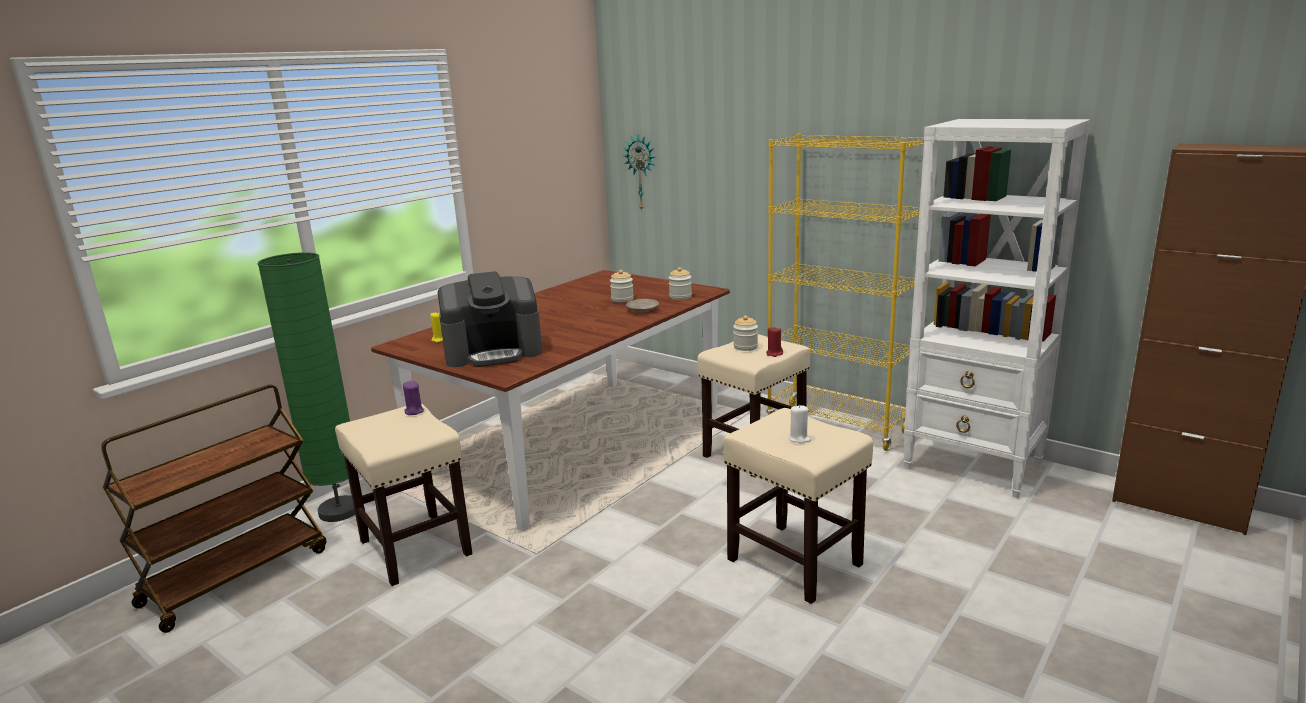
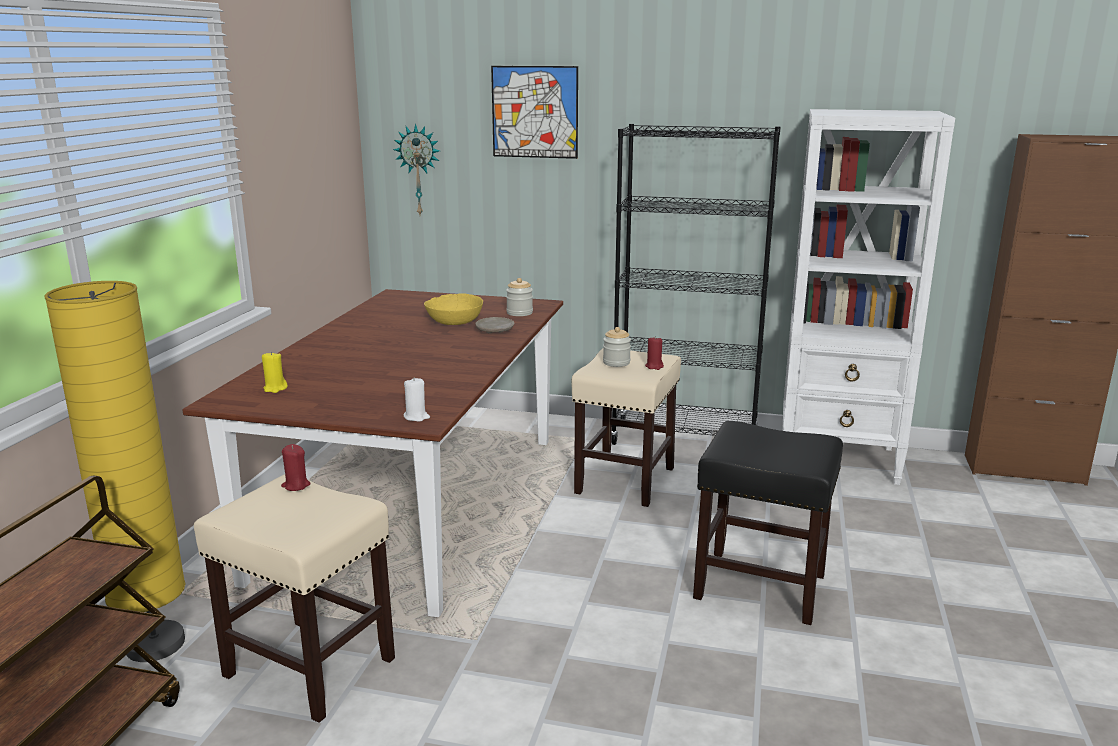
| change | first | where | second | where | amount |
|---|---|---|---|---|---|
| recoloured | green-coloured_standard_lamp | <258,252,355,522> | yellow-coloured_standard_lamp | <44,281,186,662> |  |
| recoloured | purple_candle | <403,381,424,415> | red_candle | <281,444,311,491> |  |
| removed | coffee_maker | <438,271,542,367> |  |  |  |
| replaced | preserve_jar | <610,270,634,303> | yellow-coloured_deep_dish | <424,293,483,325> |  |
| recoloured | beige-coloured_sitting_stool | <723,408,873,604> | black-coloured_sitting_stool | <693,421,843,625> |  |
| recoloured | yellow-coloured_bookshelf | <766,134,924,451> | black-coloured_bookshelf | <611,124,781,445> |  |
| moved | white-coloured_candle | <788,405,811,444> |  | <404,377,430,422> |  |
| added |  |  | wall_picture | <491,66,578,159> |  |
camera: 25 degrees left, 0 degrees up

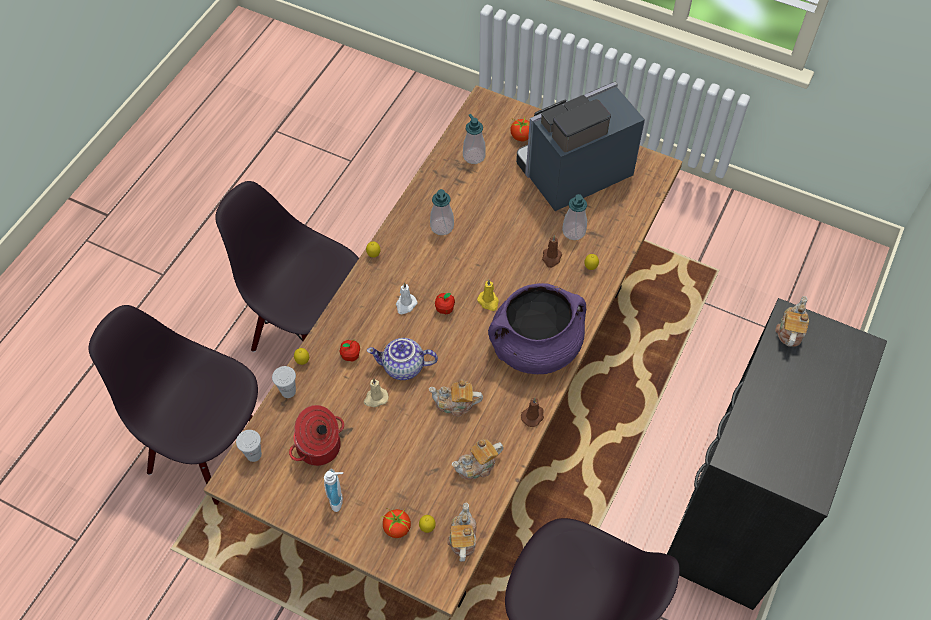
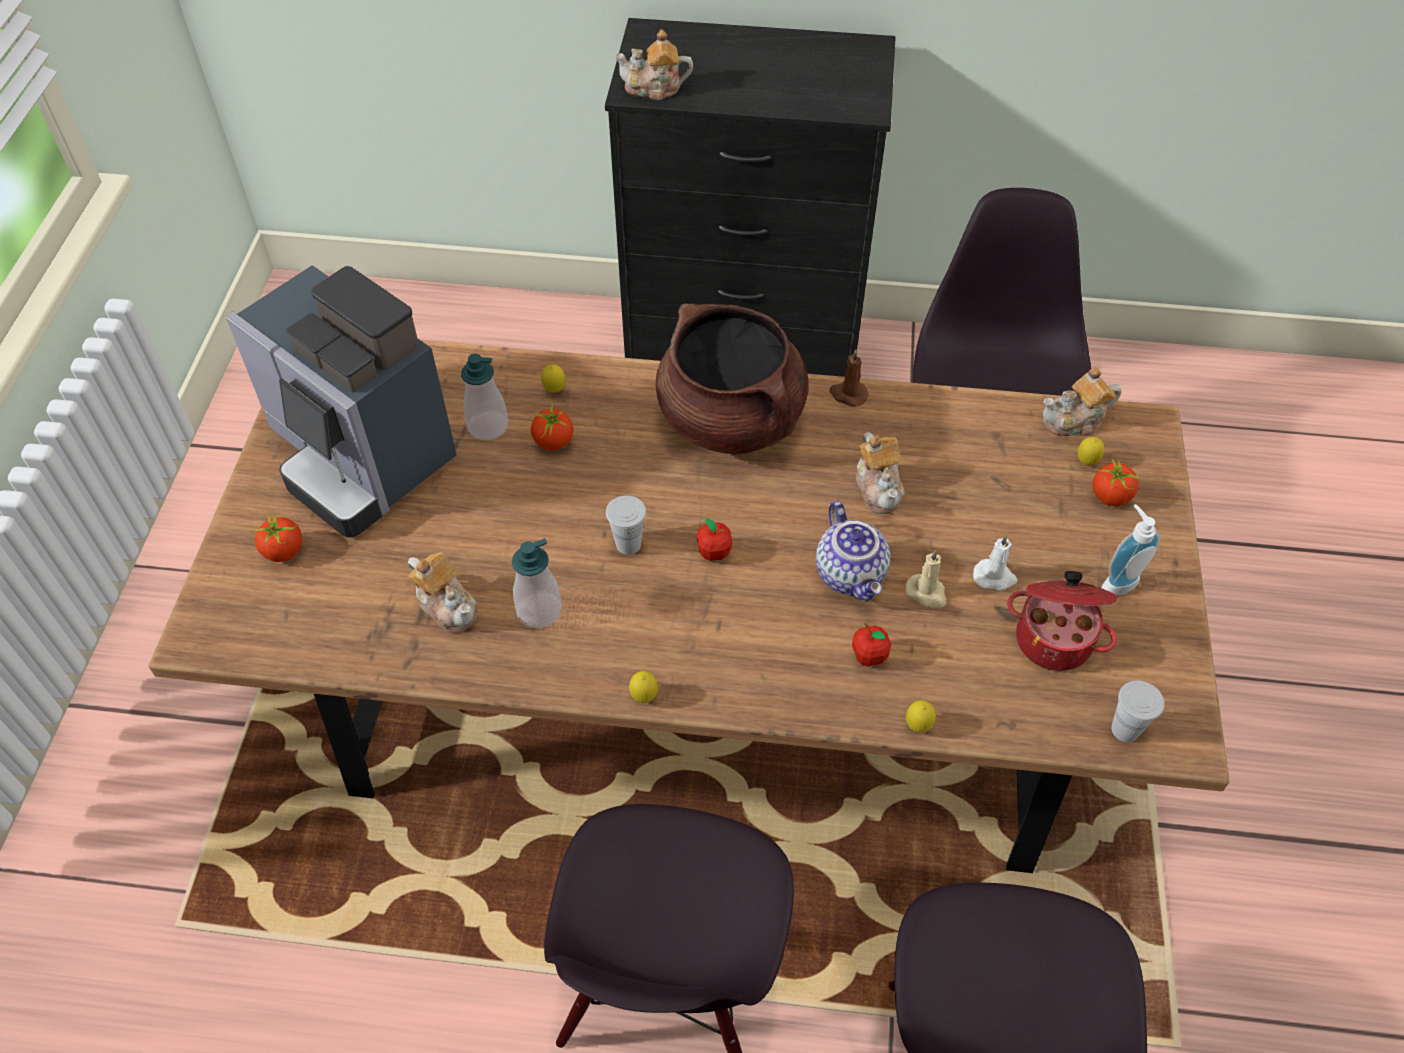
| change | first | where | second | where | amount |
|---|---|---|---|---|---|
| moved | white-coloured_drinking_cup | <272,366,296,398> |  | <606,495,646,555> |  |
| moved | white-coloured_candle | <396,283,417,314> |  | <973,534,1017,591> |  |
| moved | pot_for_tea | <452,439,504,480> |  | <408,552,477,633> |  |
| removed | soap_bottle | <463,114,486,164> |  |  |  |
| removed | yellow-coloured_candle | <477,280,499,311> |  |  |  |
| recoloured | purple_cooking_pot | <488,283,586,374> | brown_cooking_pot | <656,304,809,455> |  |
| replaced | brown_candle | <542,235,562,268> | tomato | <530,399,574,450> |  |
camera: 110 degrees left, 5 degrees down

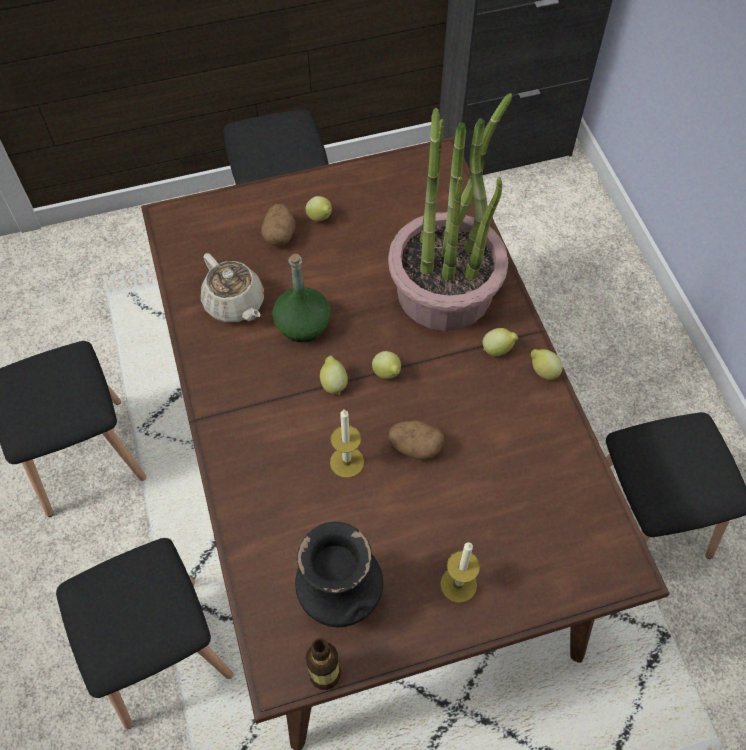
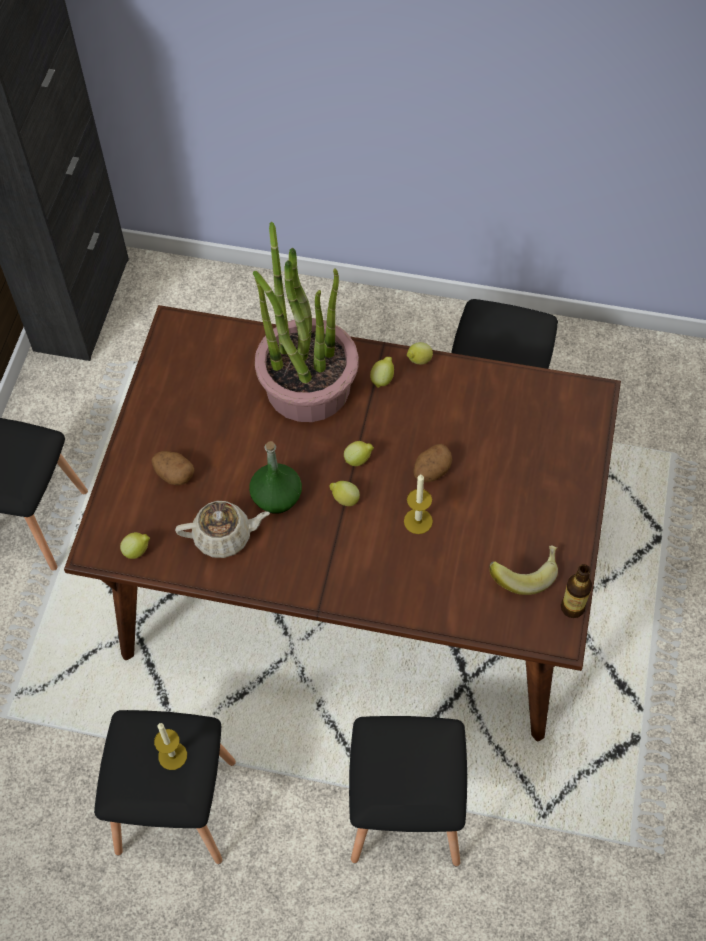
| change | first | where | second | where | amount |
|---|---|---|---|---|---|
| replaced | black-coloured_decorative_vase | <295,522,383,627> | banana_fruit | <489,545,558,595> |  |
| moved | lemon | <305,196,332,221> |  | <120,532,150,559> |  |
| moved | candle | <440,542,480,603> |  | <154,723,187,770> |  |
camera: 60 degrees left, 0 degrees up

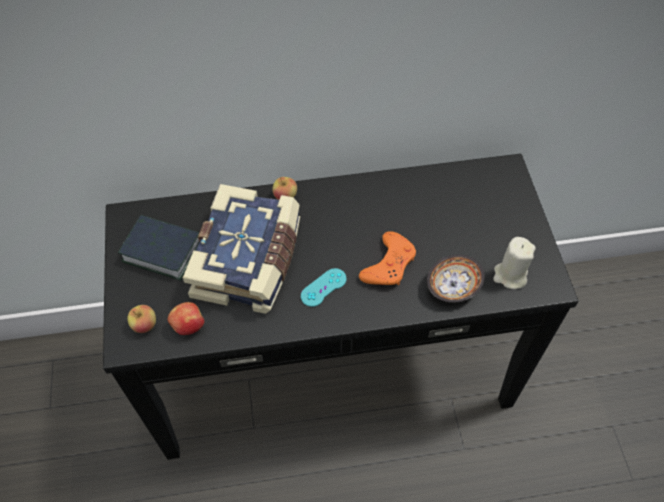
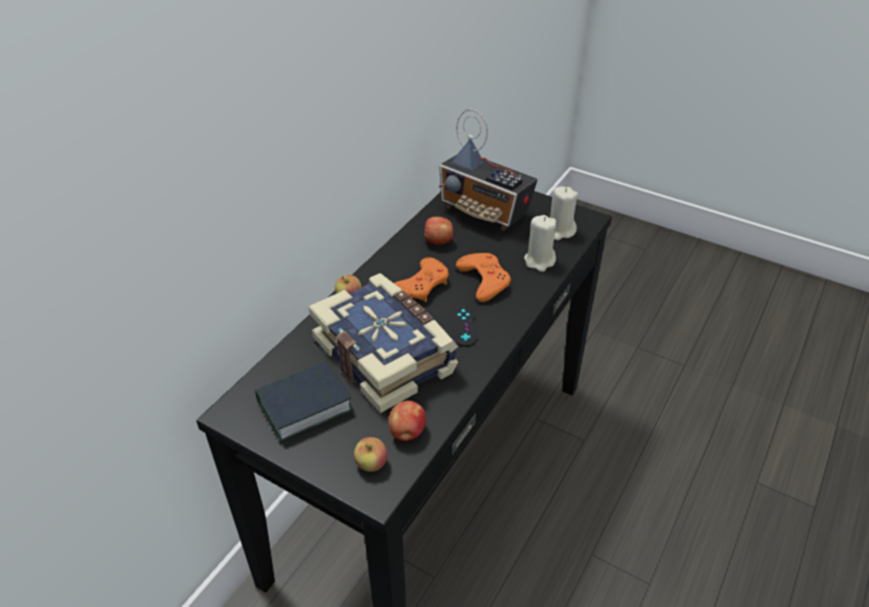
| change | first | where | second | where | amount |
|---|---|---|---|---|---|
| recoloured | turquoise_gamepad | <300,268,347,307> | black-coloured_gamepad | <452,307,478,347> |  |
| replaced | deep_dish | <427,254,485,303> | beige-coloured_candle | <524,215,556,272> |  |
| added |  |  | orange_gamepad | <394,257,449,302> |  |
| added |  |  | apple_fruit | <424,217,453,245> |  |
| added |  |  | radio | <439,109,538,231> |  |
camera: 50 degrees left, 15 degrees down

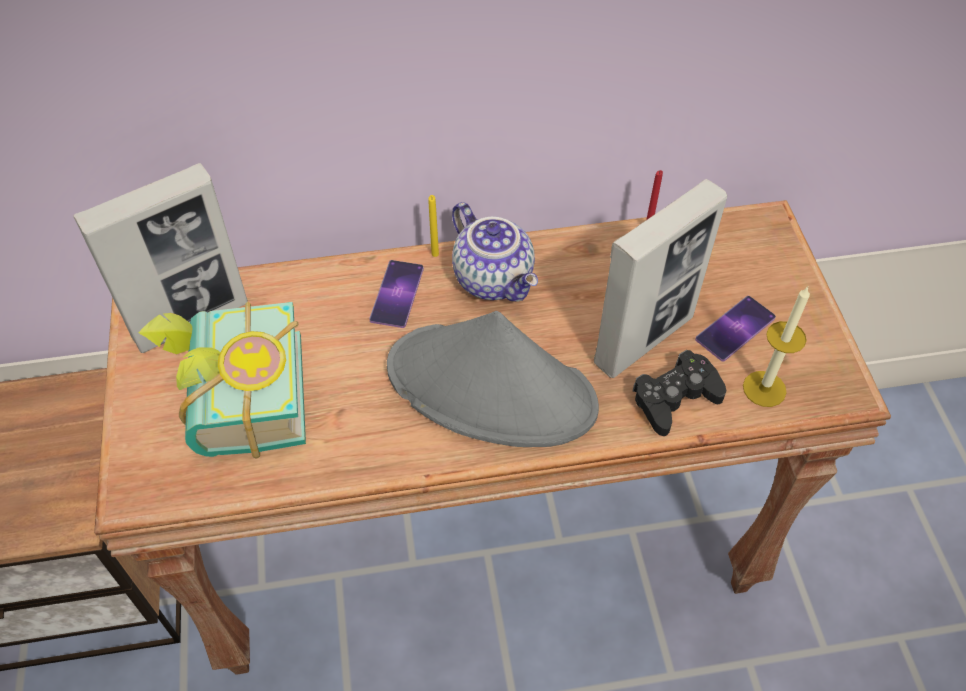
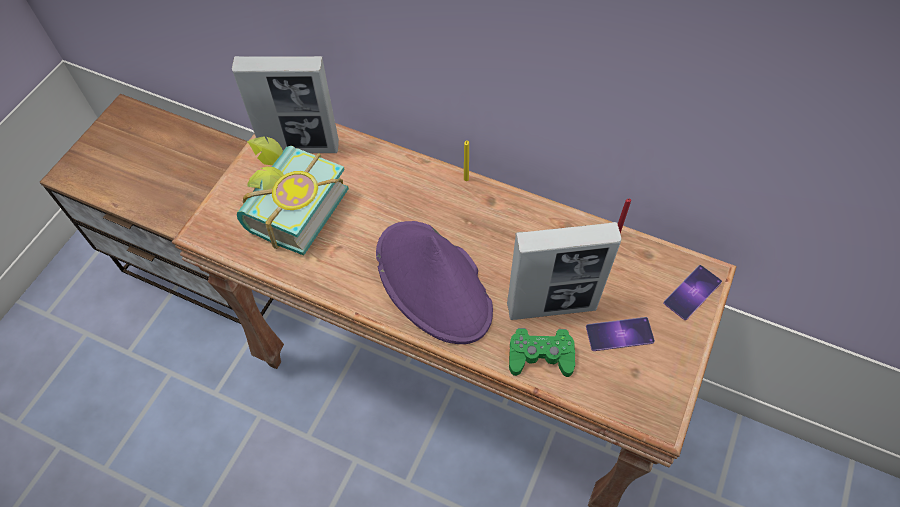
| change | first | where | second | where | amount |
|---|---|---|---|---|---|
| moved | handset | <369,260,424,328> |  | <663,265,722,320> |  |
| recoloured | grey_hat | <387,311,599,447> | purple_hat | <376,221,493,344> |  |
| removed | pot_for_tea | <452,202,538,302> |  |  |  |
| recoloured | black-coloured_gamepad | <632,350,726,436> | green-coloured_gamepad | <509,328,575,377> |  |
| removed | candle | <743,286,810,407> |  |  |  |
camera: 35 degrees right, 5 degrees up

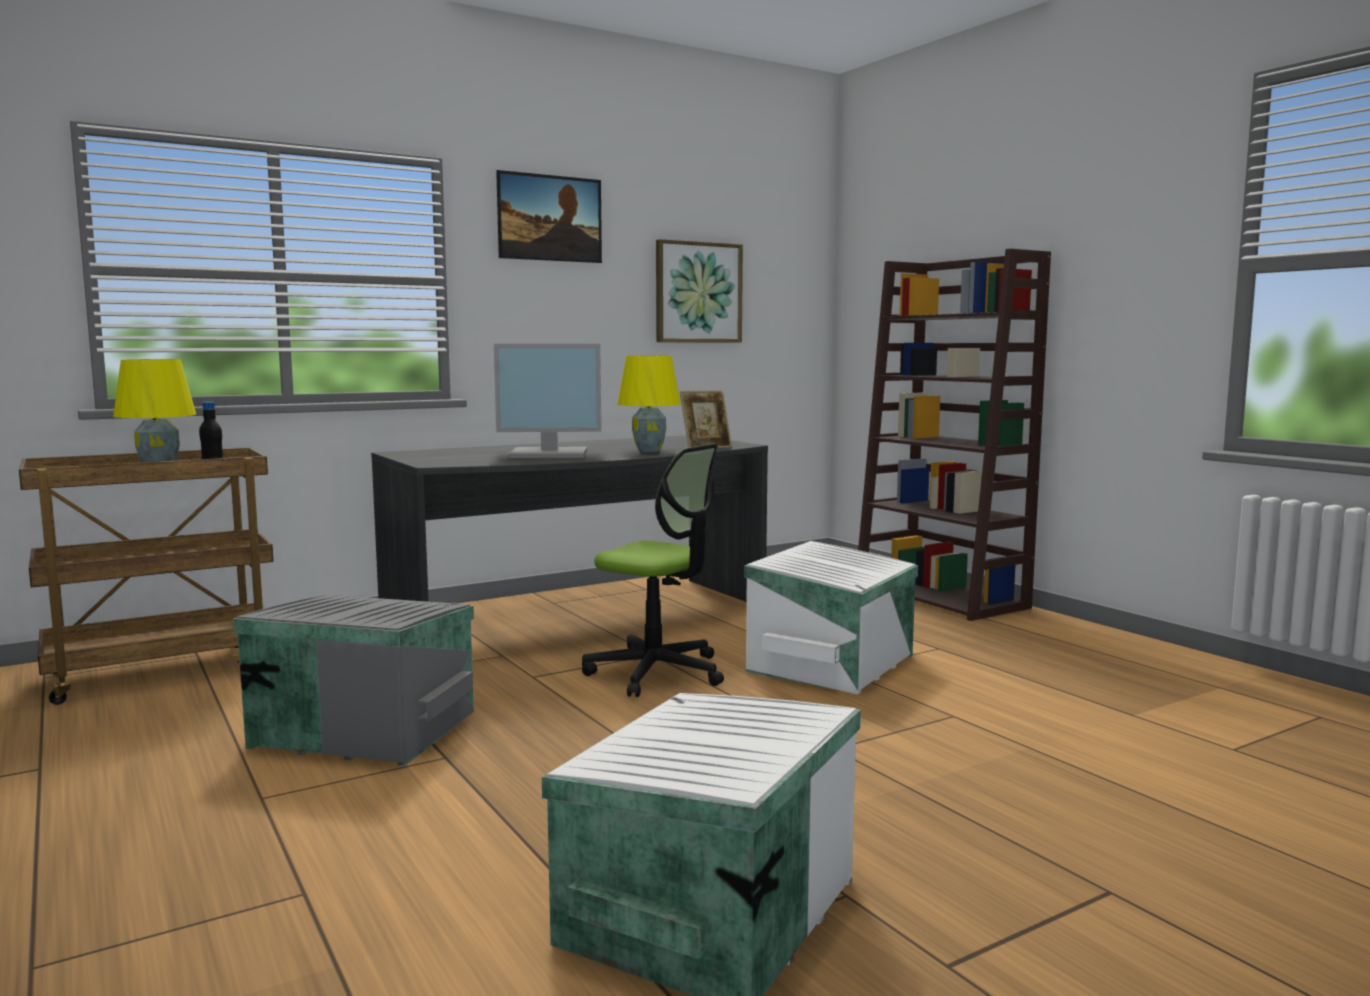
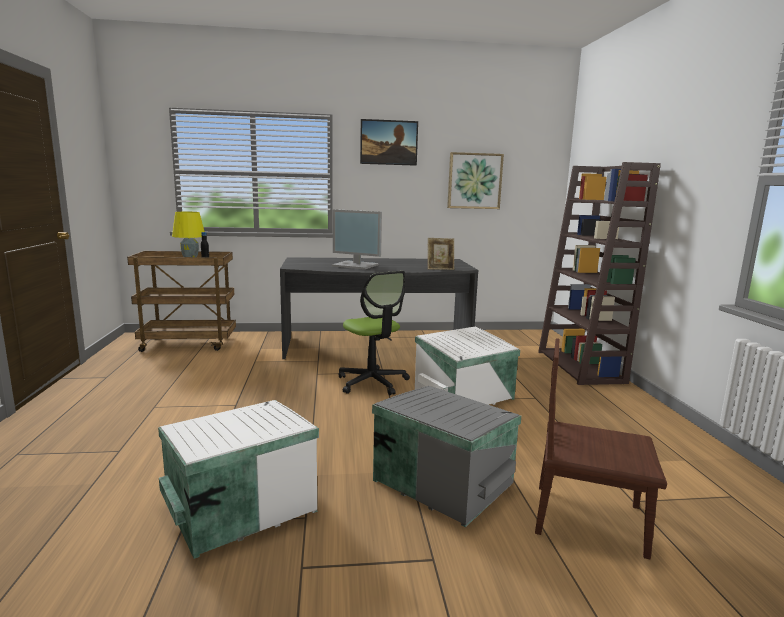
| change | first | where | second | where | amount |
|---|---|---|---|---|---|
| moved | grey_storage_container | <233,595,474,766> |  | <372,386,521,527> |  |
| removed | yellow-coloured_lamp_for_a_table | <618,356,681,452> |  |  |  |
| added |  |  | brown_upright_chair | <535,338,667,560> |  |
camera: 25 degrees right, 5 degrees up

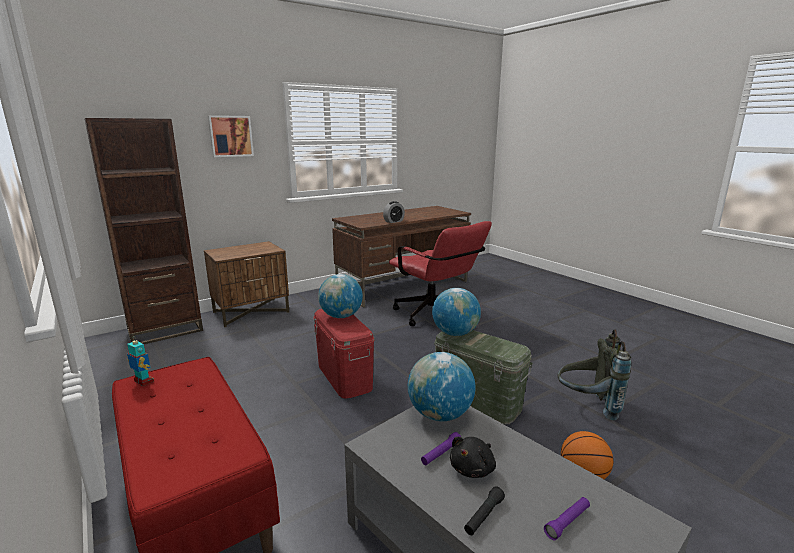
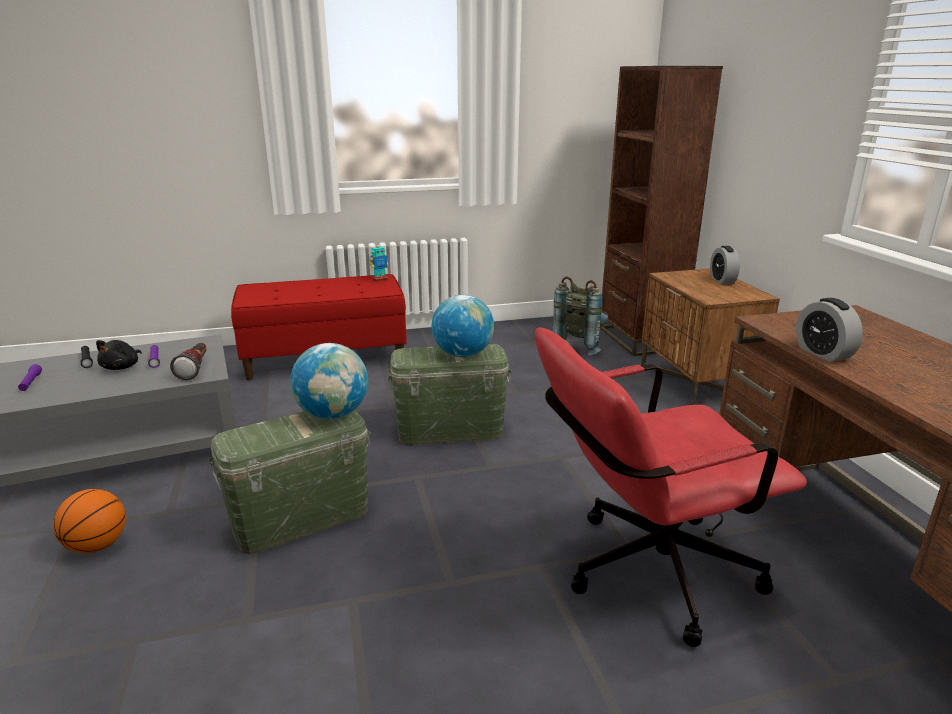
| change | first | where | second | where | amount |
|---|---|---|---|---|---|
| removed | wall_picture | <208,115,254,157> |  |  |  |
| recoloured | red_storage_container | <313,309,375,399> | green-coloured_storage_container | <388,344,512,445> |  |
| replaced | world_globe | <408,352,475,421> | torch | <170,343,207,380> |  |
| turned | black-coloured_cuddly_toy | <450,437,496,478> |  | <96,340,142,370> | 135 degrees counterclockwise |
| moved | grey_rucksack | <557,329,631,420> |  | <553,277,608,355> |  |
| added |  |  | alarm_clock | <710,246,740,284> |  |
camera: 110 degrees right, 5 degrees up

